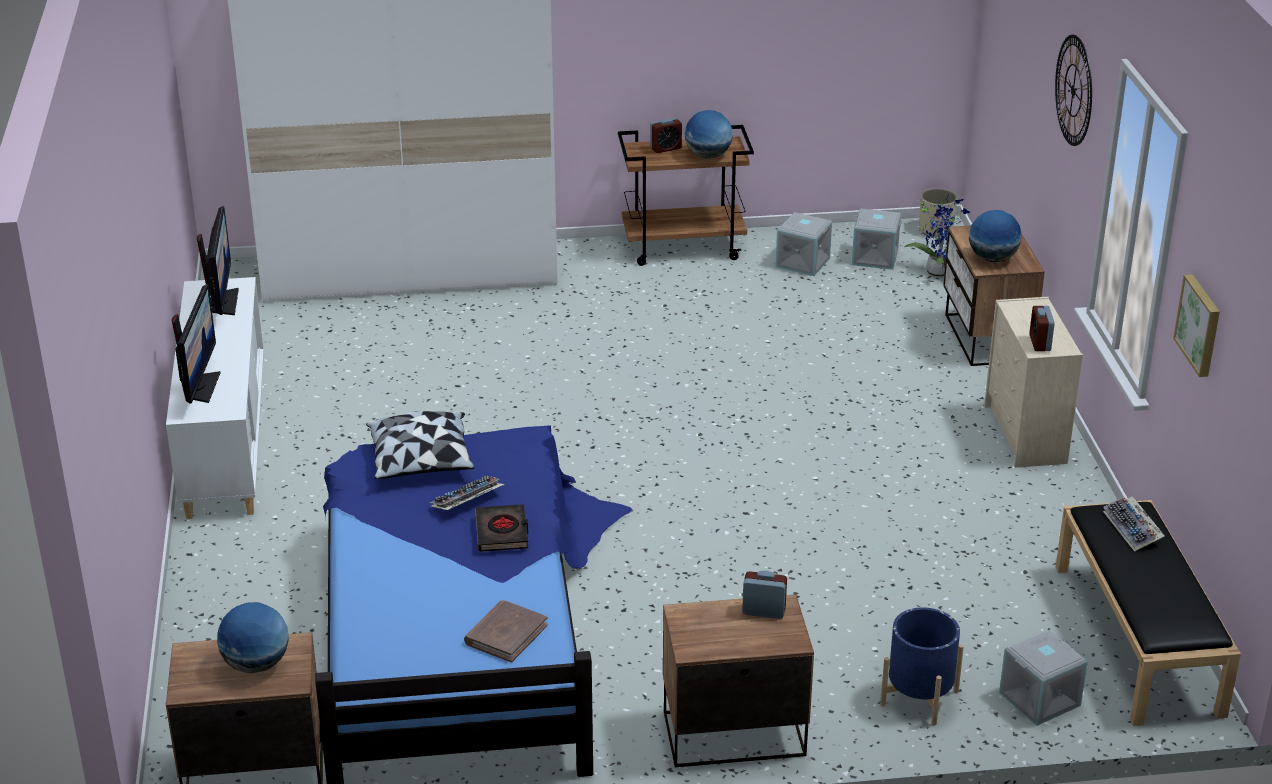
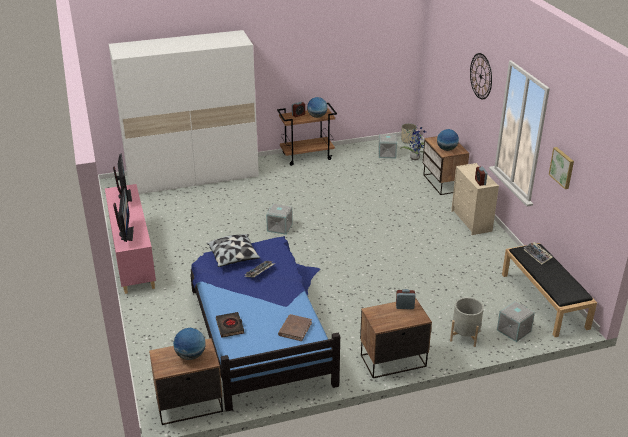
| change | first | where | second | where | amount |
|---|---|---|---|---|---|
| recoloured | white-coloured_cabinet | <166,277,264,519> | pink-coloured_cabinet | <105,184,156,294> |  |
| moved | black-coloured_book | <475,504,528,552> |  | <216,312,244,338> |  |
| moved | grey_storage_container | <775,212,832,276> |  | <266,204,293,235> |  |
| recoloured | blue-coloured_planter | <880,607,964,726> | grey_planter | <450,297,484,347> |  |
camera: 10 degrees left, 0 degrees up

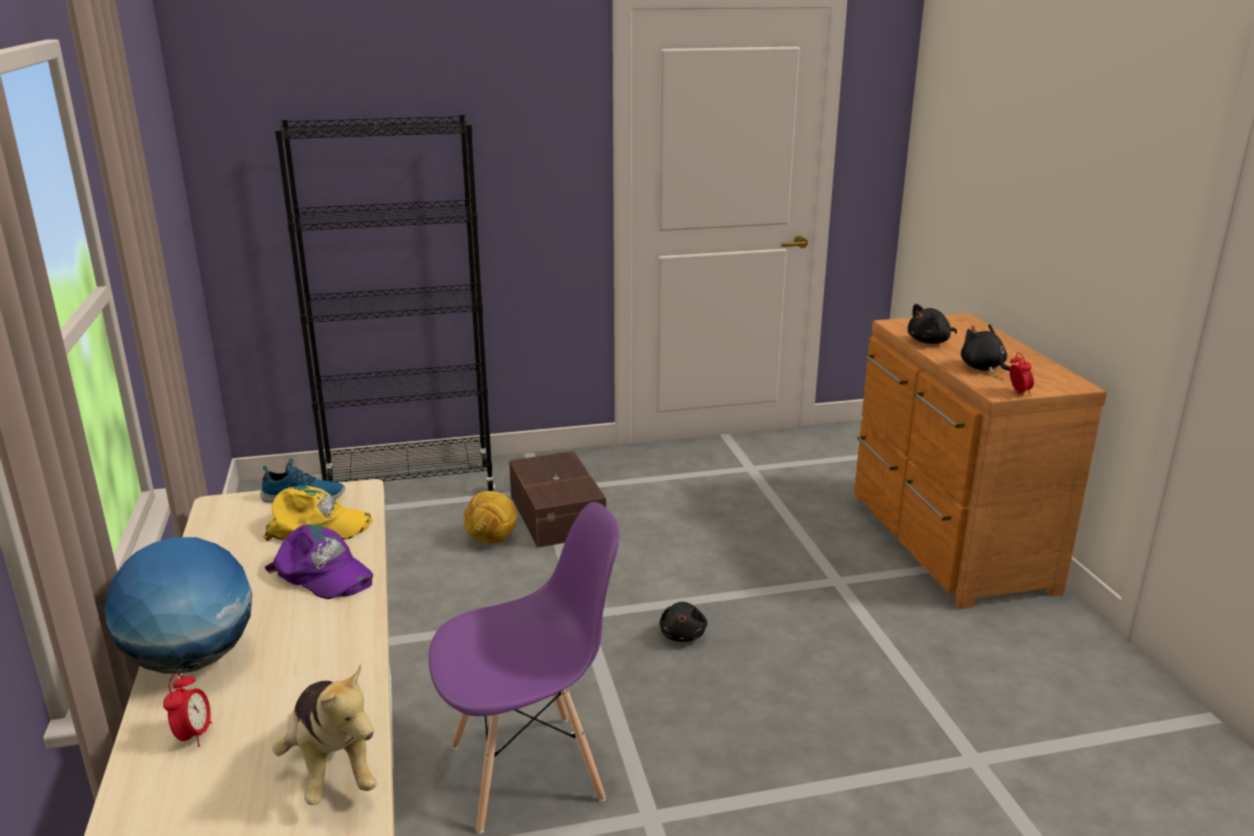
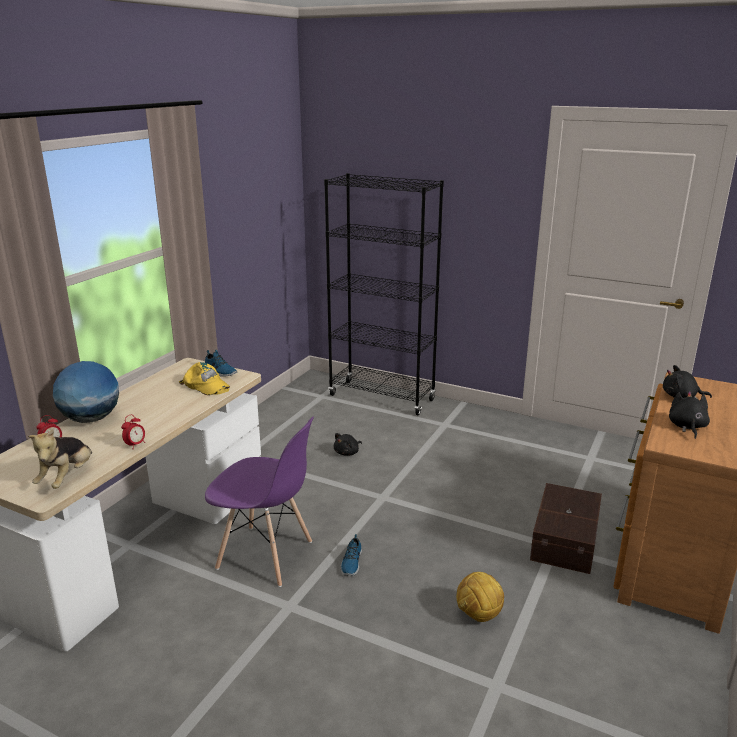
| change | first | where | second | where | amount |
|---|---|---|---|---|---|
| removed | purple_peaked_cap | <265,524,373,599> |  |  |  |
| moved | ball_for_football | <464,491,517,543> |  | <456,572,504,622> |  |
| moved | brown_storage_container | <509,451,606,548> |  | <530,483,602,574> |  |
| moved | black-coloured_cuddly_toy | <659,602,707,642> |  | <334,433,362,456> |  |
| moved | alarm_clock | <1010,352,1034,396> |  | <121,415,145,447> |  |
| added |  |  | item_of_footwear | <341,534,362,576> |  |
camera: 40 degrees right, 0 degrees up

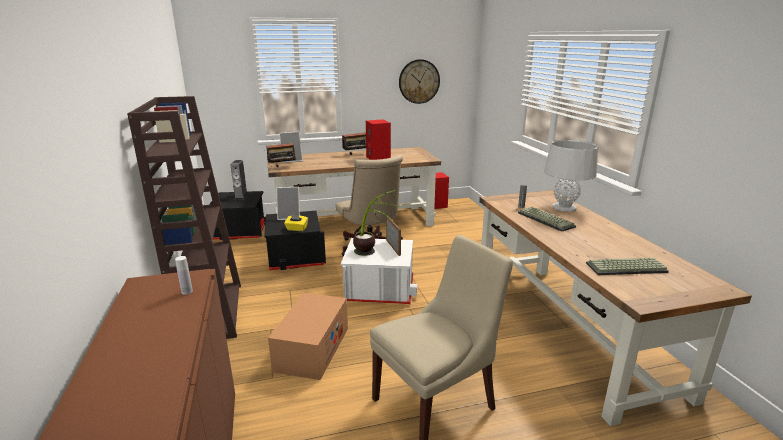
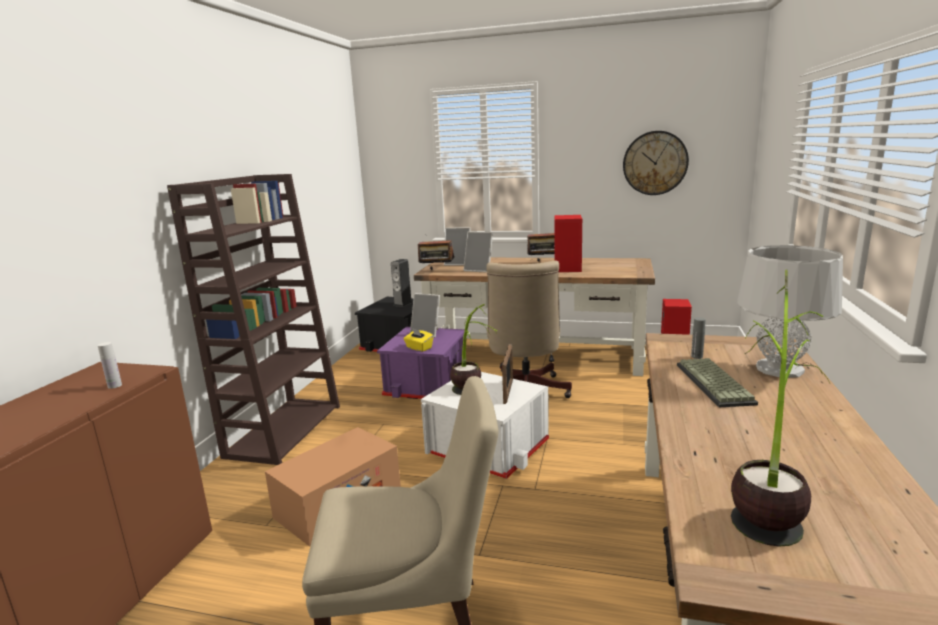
| change | first | where | second | where | amount |
|---|---|---|---|---|---|
| recoloured | black-coloured_storage_container | <264,211,326,270> | purple_storage_container | <377,327,465,399> |  |
| replaced | PC_keyboard | <586,258,669,275> | plant_in_a_pot | <731,270,830,547> |  |
| added |  |  | picture_frame | <463,231,493,273> |  |
camera: 30 degrees right, 5 degrees down

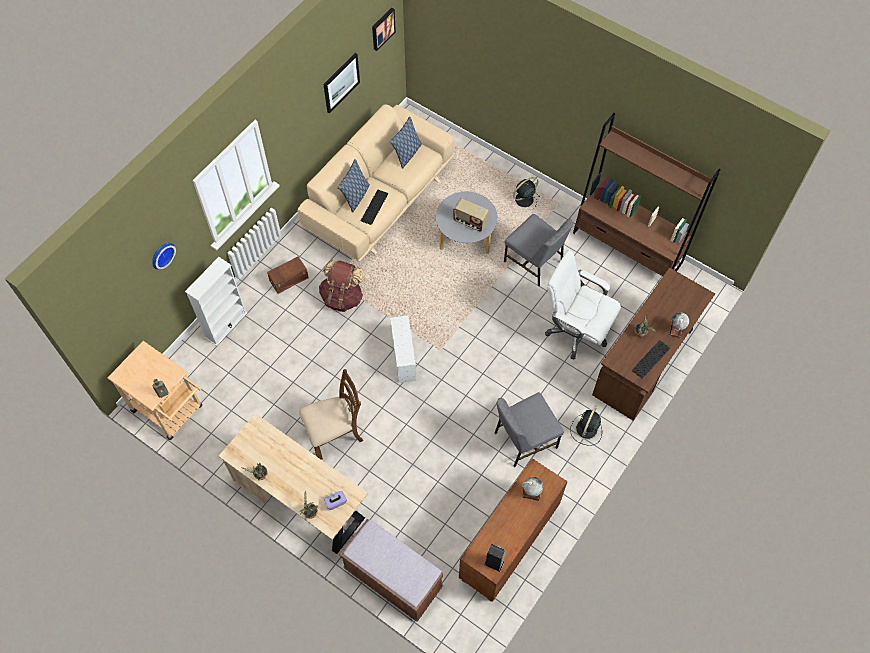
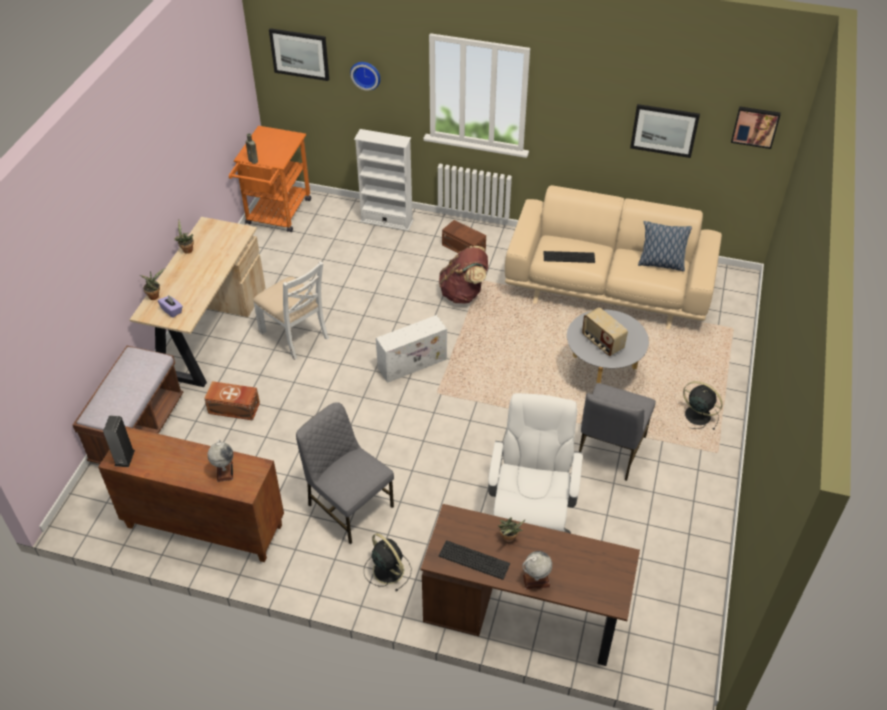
| change | first | where | second | where | amount |
|---|---|---|---|---|---|
| recoloured | beige-coloured_trolley | <107,341,202,440> | orange_trolley | <229,126,311,232> |  |
| recoloured | brown_upright_chair | <299,369,363,460> | white-coloured_upright_chair | <253,261,329,360> |  |
| removed | throw_pillow | <338,159,370,212> |  |  |  |
| turned | radio | <453,198,489,232> |  | <582,307,628,356> | 45 degrees counterclockwise |
| turned | black-coloured_fan | <570,405,602,446> |  | <364,533,412,592> | 45 degrees clockwise |
| removed | brown_bookshelf | <573,113,721,276> |  |  |  |
| added |  |  | brown_storage_container | <204,381,260,420> |  |
| added |  |  | wall_picture | <269,28,329,81> |  |
camera: 70 degrees right, 15 degrees down

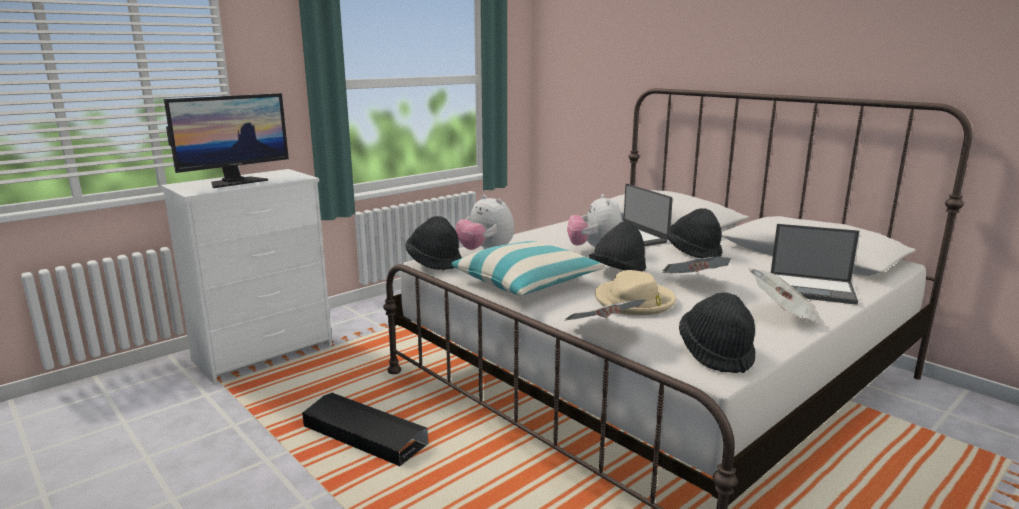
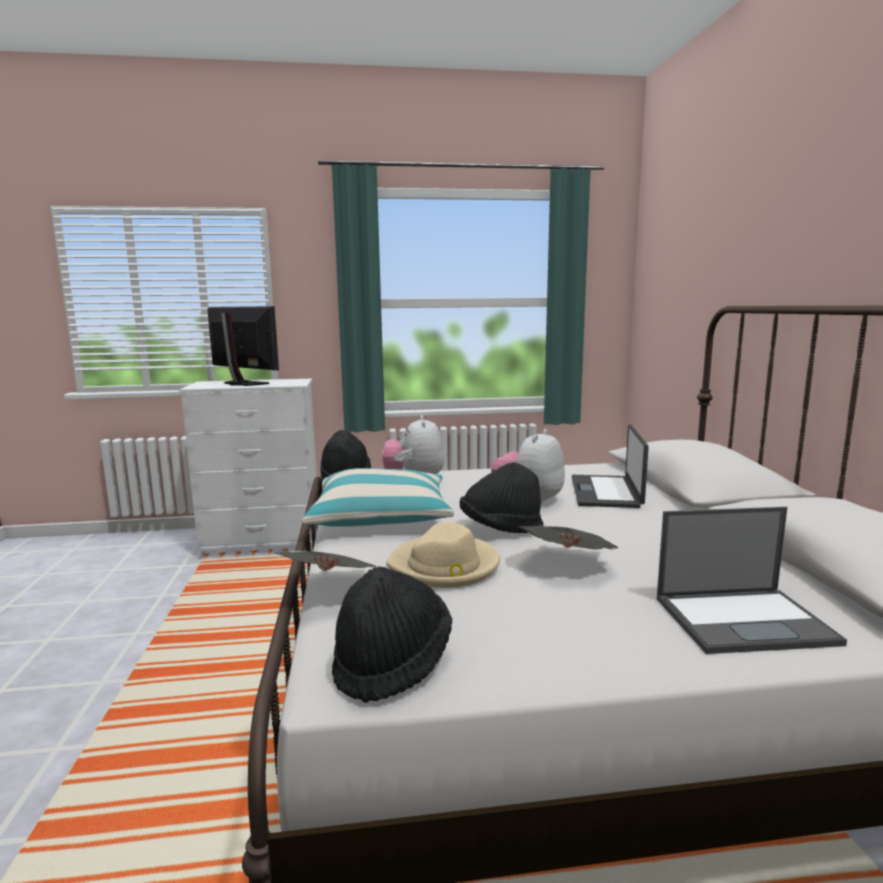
| change | first | where | second | where | amount |
|---|---|---|---|---|---|
| turned | computer_screen | <164,93,289,188> |  | <207,306,279,386> | 135 degrees counterclockwise |
| removed | black-coloured_storage_container | <302,393,428,466> |  |  |  |
| removed | black-coloured_hat | <667,208,722,258> |  |  |  |
| removed | daily_paper | <748,268,828,327> |  |  |  |
| turned | laptop | <771,224,859,305> |  | <657,507,847,654> | 60 degrees counterclockwise |
camera: 35 degrees right, 5 degrees down

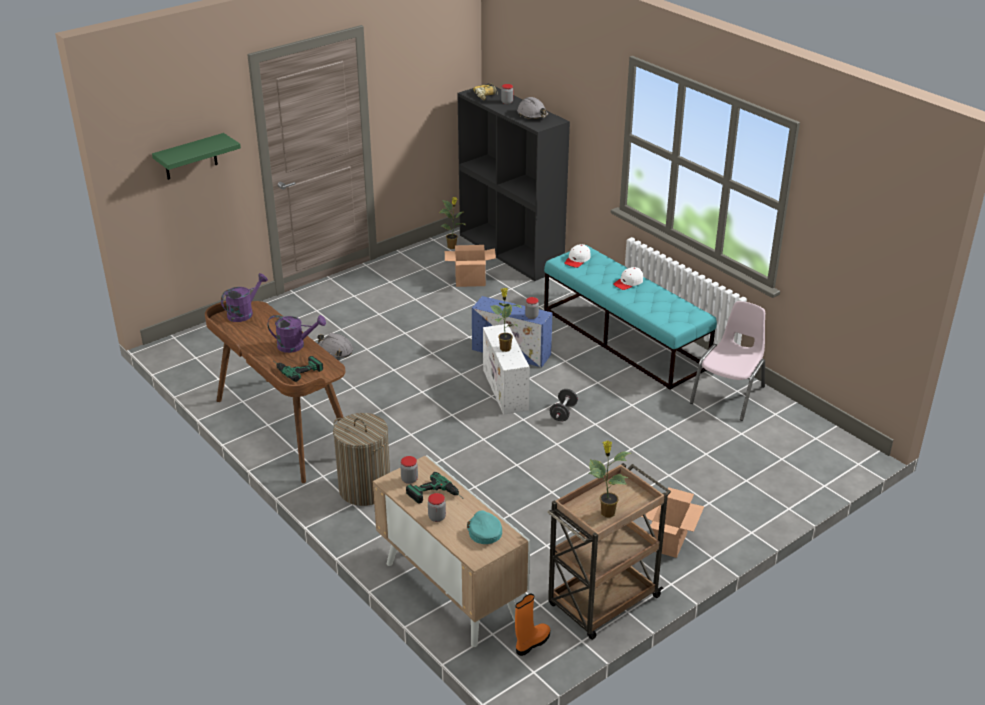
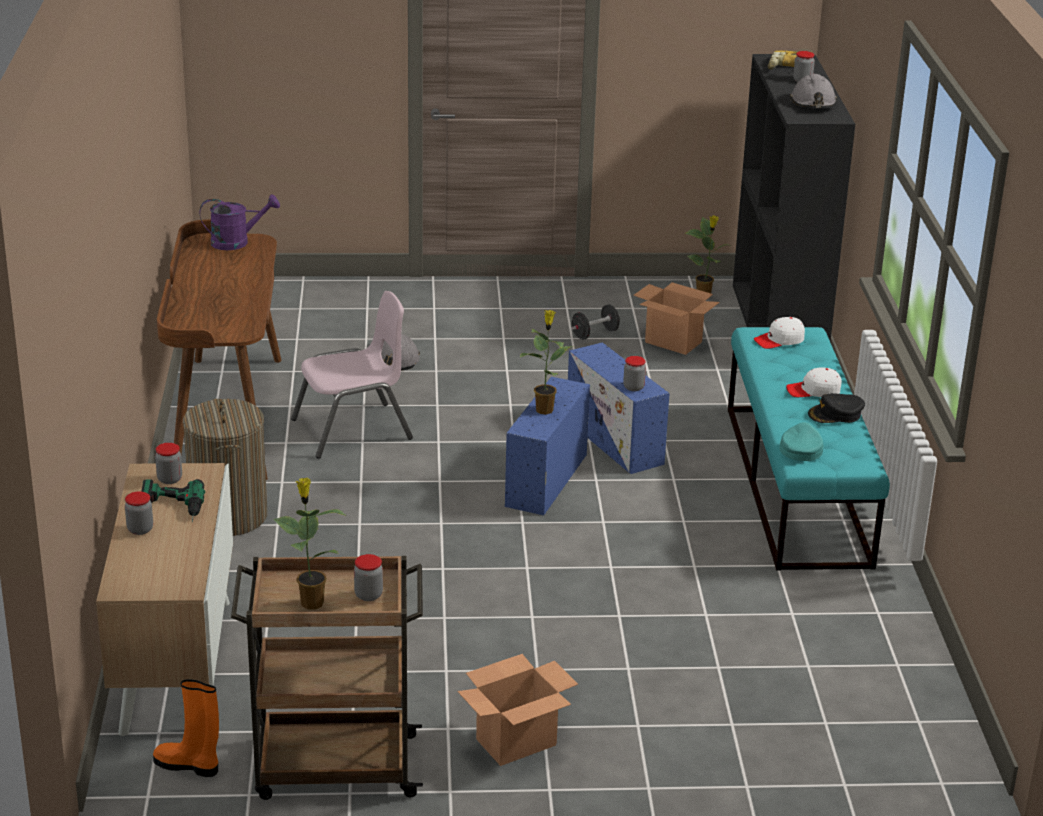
| change | first | where | second | where | amount |
|---|---|---|---|---|---|
| removed | green-coloured_bracket_shelf | <152,133,241,180> |  |  |  |
| removed | purple_watering_pot | <267,315,326,353> |  |  |  |
| removed | power_drill | <275,356,323,382> |  |  |  |
| moved | turquoise_peaked_cap | <467,510,502,544> |  | <780,422,824,461> |  |
| recoloured | white-coloured_storage_container | <483,324,530,415> | blue-coloured_storage_container | <505,377,590,515> |  |
| turned | orange_boot | <515,594,550,656> |  | <153,680,219,777> | 150 degrees counterclockwise |
| moved | black-coloured_dumbbell | <550,389,578,421> |  | <571,304,620,340> |  |
| moved | pink-coloured_upright_chair | <690,301,765,421> |  | <291,291,413,459> |  |
| added |  |  | preserve_jar | <354,554,383,601> |  |
| added |  |  | black-coloured_peaked_cap | <808,393,865,423> |  |
camera: 35 degrees right, 5 degrees down

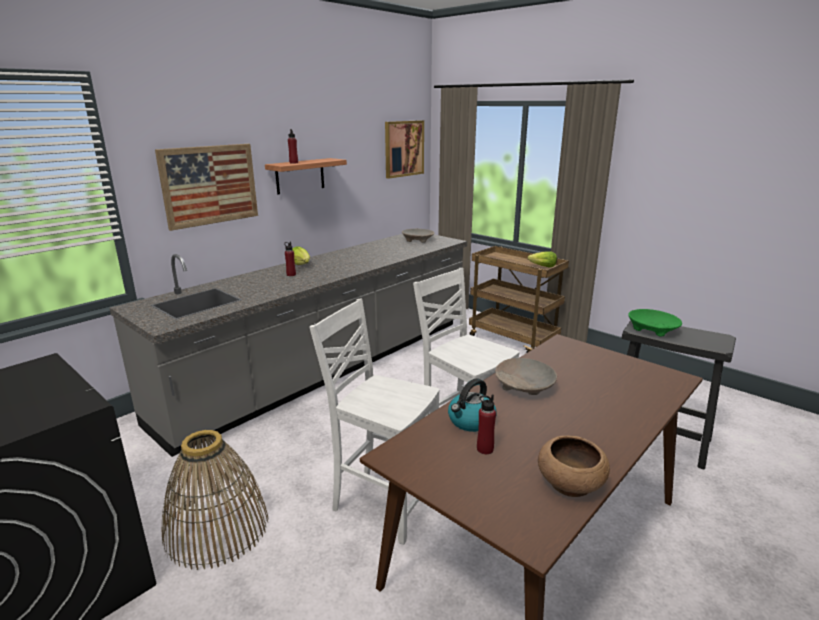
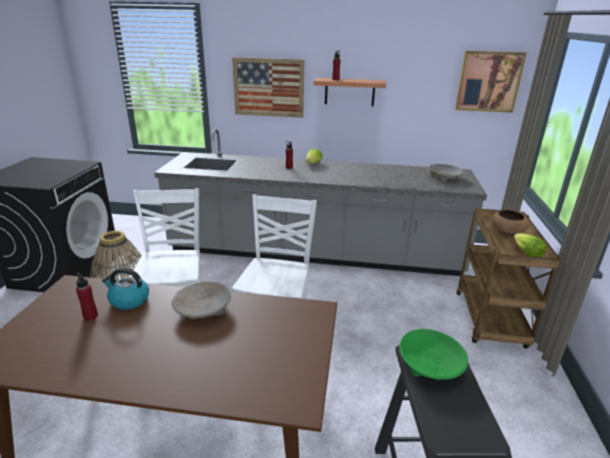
| change | first | where | second | where | amount |
|---|---|---|---|---|---|
| moved | brown_deep_dish | <538,436,610,497> |  | <491,209,529,237> |  |
camera: 55 degrees right, 5 degrees up

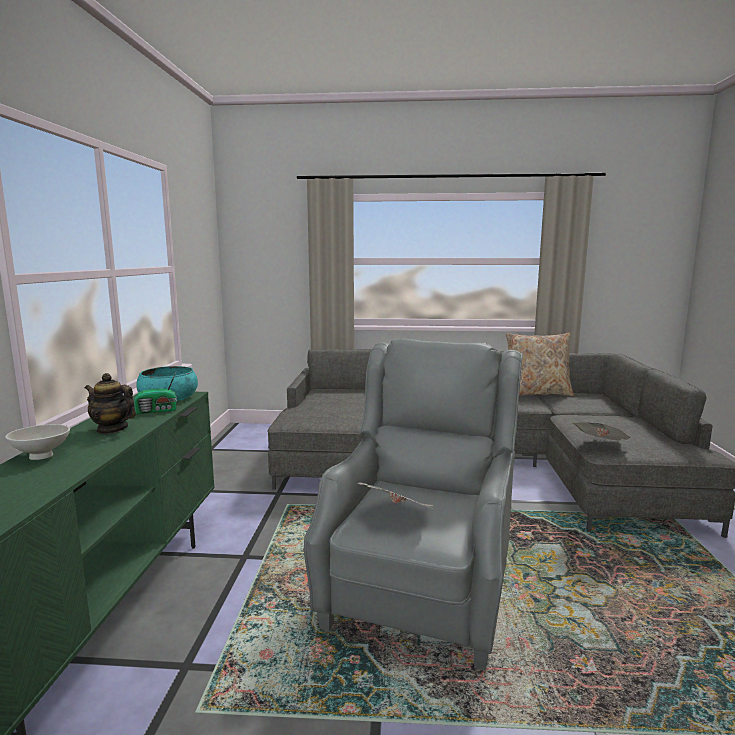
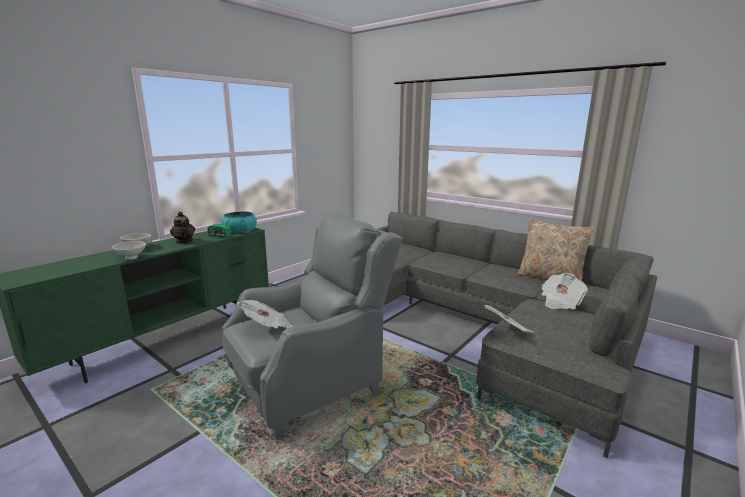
| change | first | where | second | where | amount |
|---|---|---|---|---|---|
| added |  |  | white-coloured_deep_dish | <113,241,146,260> |  |
| added |  |  | daily_paper | <541,273,588,310> |  |
camera: 35 degrees right, 5 degrees up

